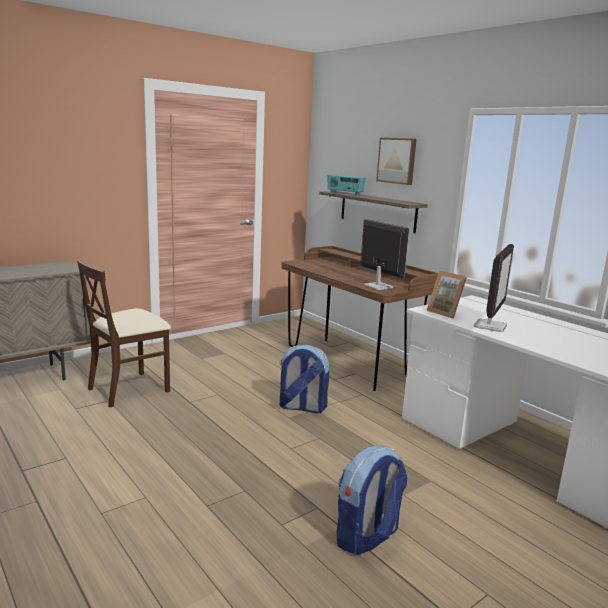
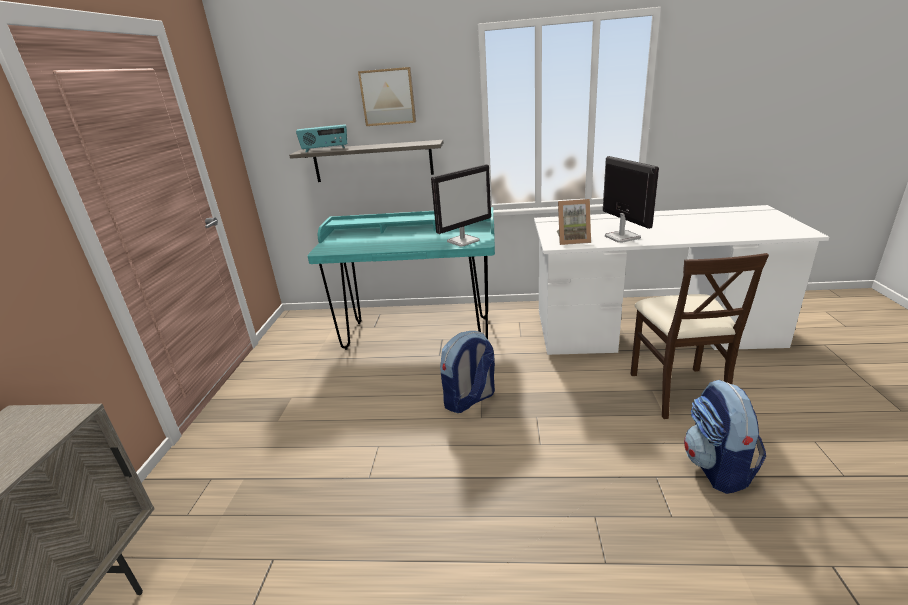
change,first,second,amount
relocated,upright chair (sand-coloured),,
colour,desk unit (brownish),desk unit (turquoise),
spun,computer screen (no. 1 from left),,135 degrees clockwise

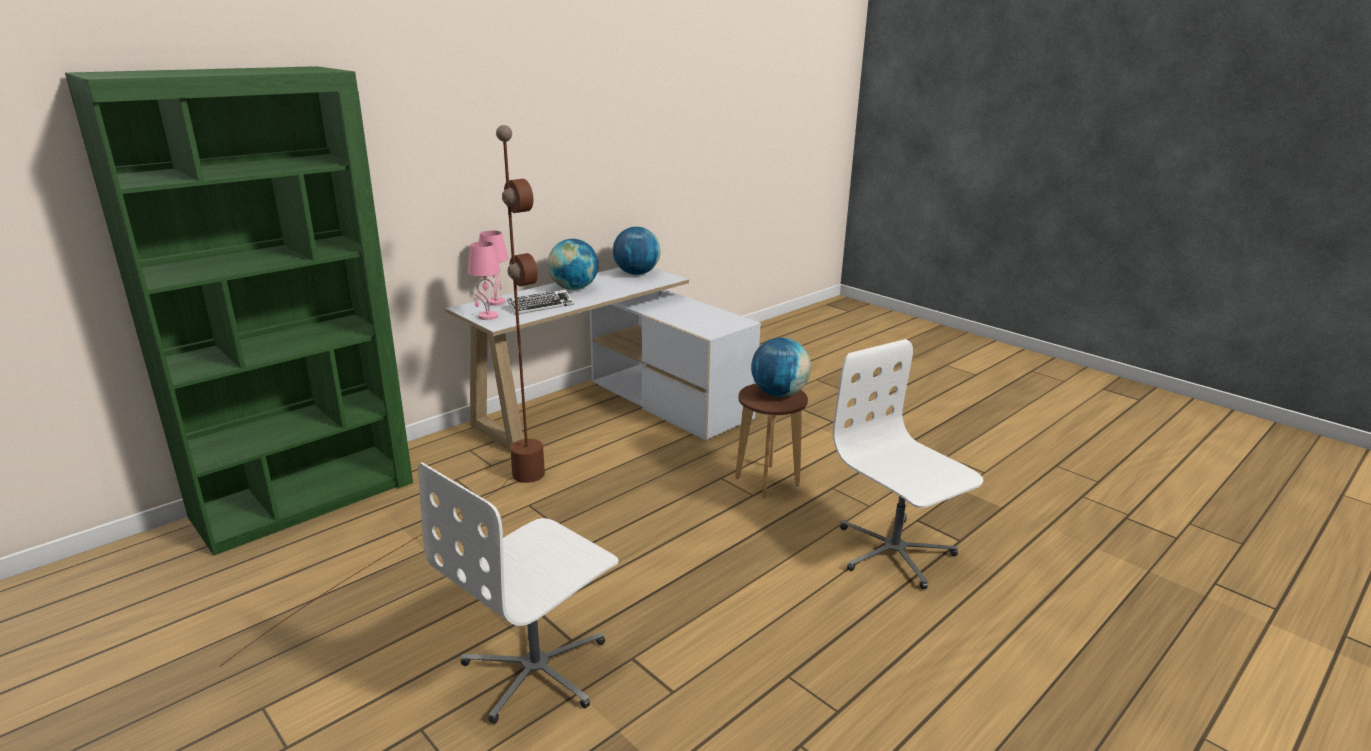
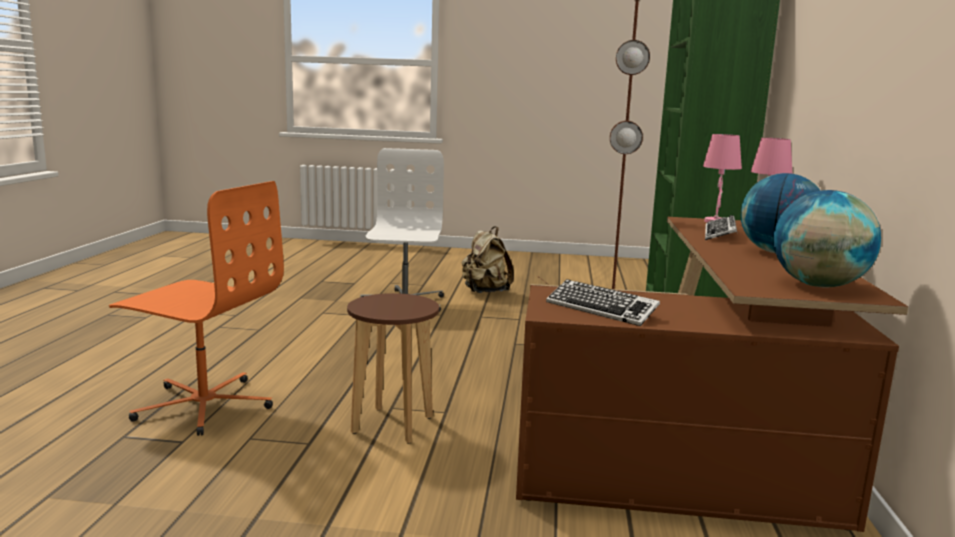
change,first,second,amount
colour,desk unit (whitish),desk unit (brownish),
missing,desk globe (no. 3 from left),,
colour,computer chair (whitish) (no. 2 from left),computer chair (orange),
appeared,,backpack (sand-coloured),
appeared,,computer keyboard (no. 1 from left),

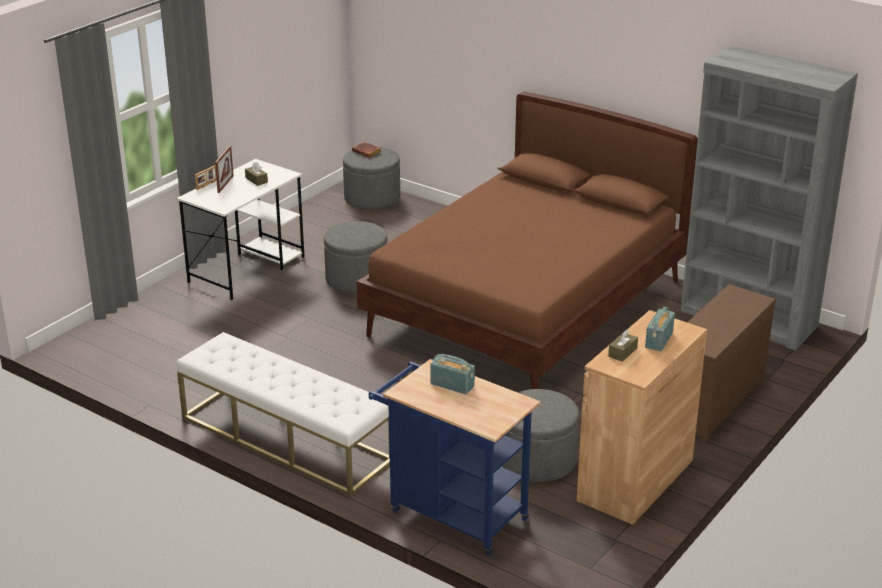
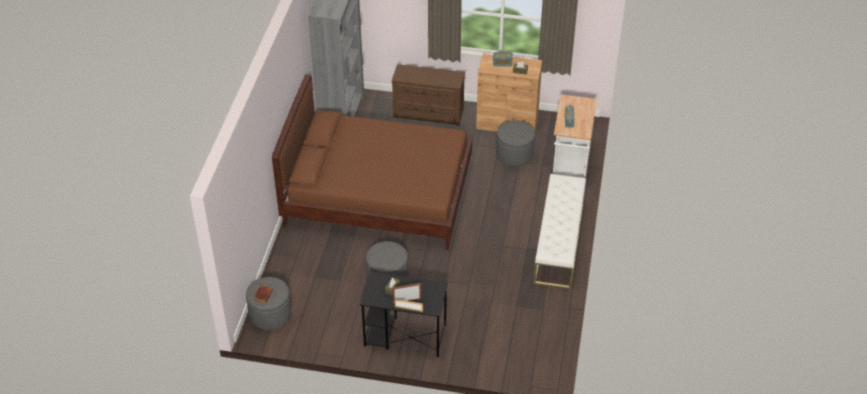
change,first,second,amount
colour,desk unit (whitish),desk unit (black-coloured),
colour,trolley (bluish),trolley (whitish),

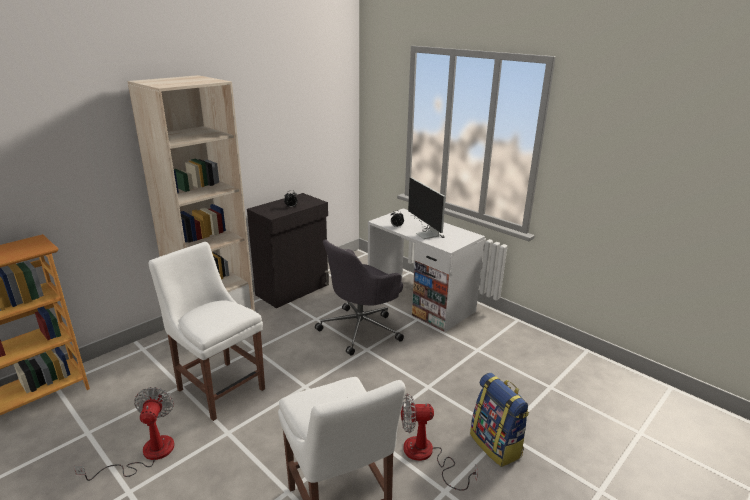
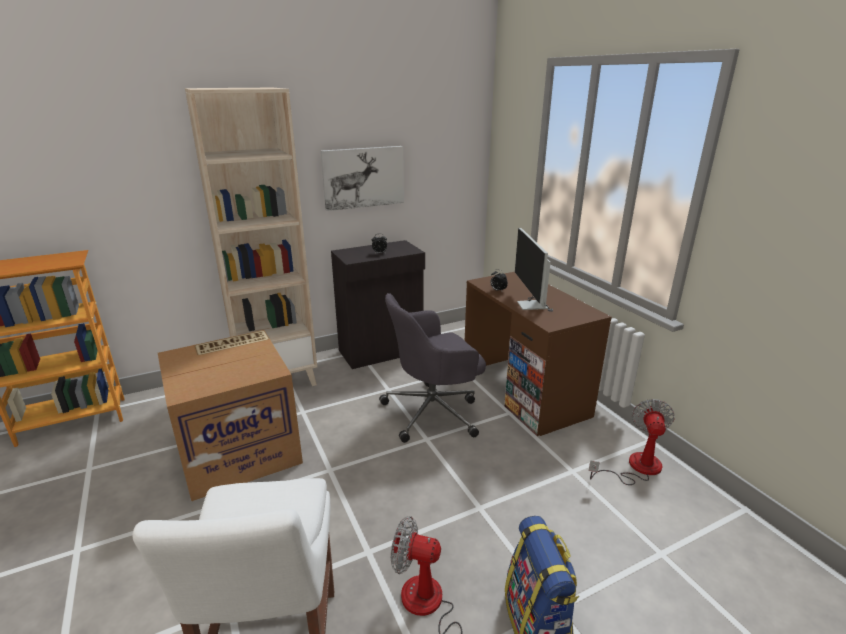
change,first,second,amount
relocated,electric fan (no. 1 from left in the first image),electric fan (no. 2 from left),
exchanged,upright chair (whitish) (no. 1 from left),packing box,
colour,desk unit (whitish),desk unit (brownish),
appeared,,wall art,

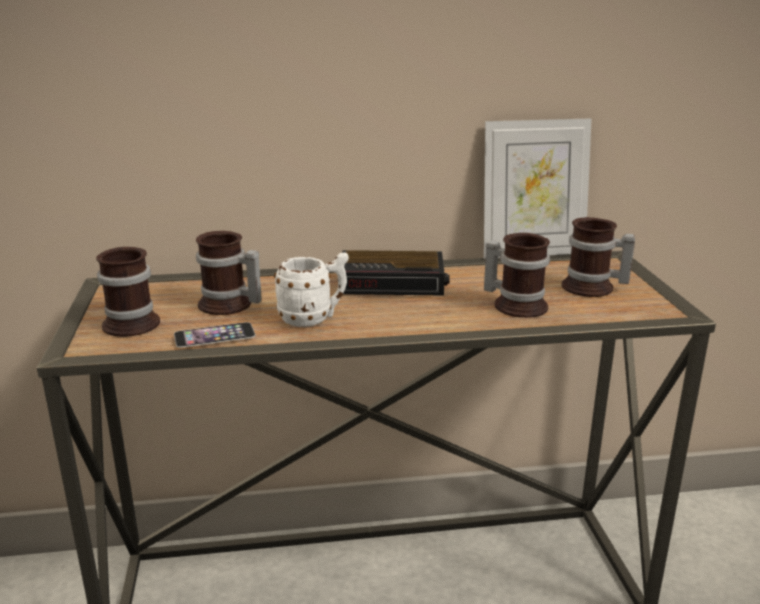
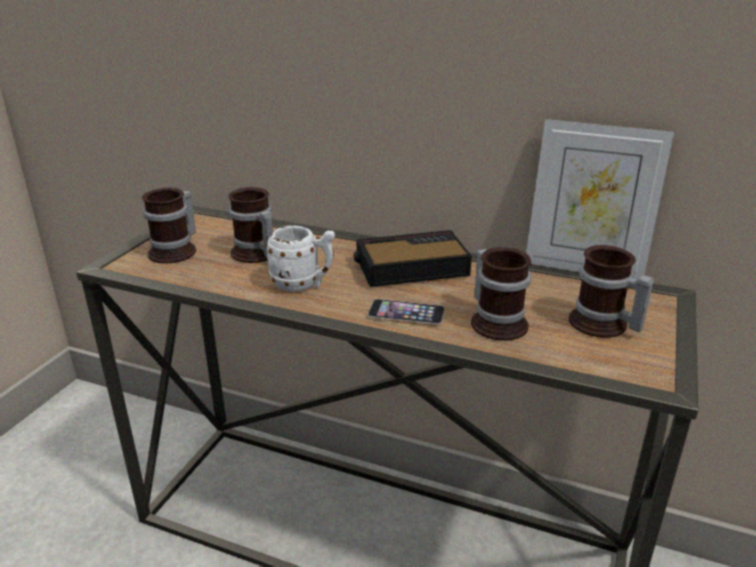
change,first,second,amount
relocated,handset,,
spun,bedside clock,,135 degrees clockwise

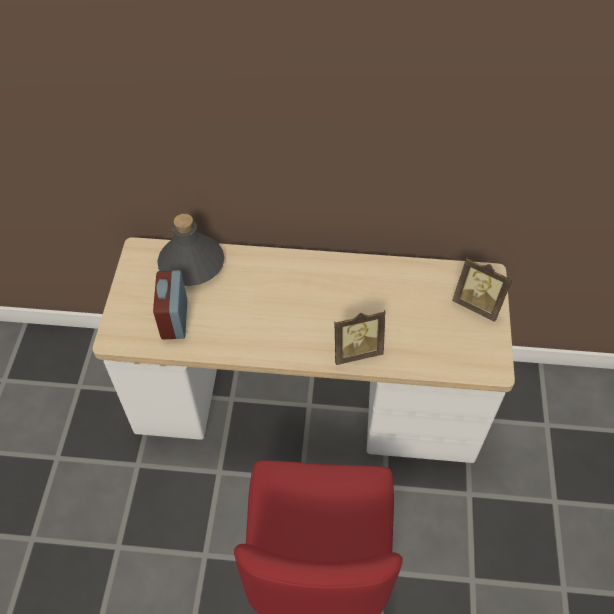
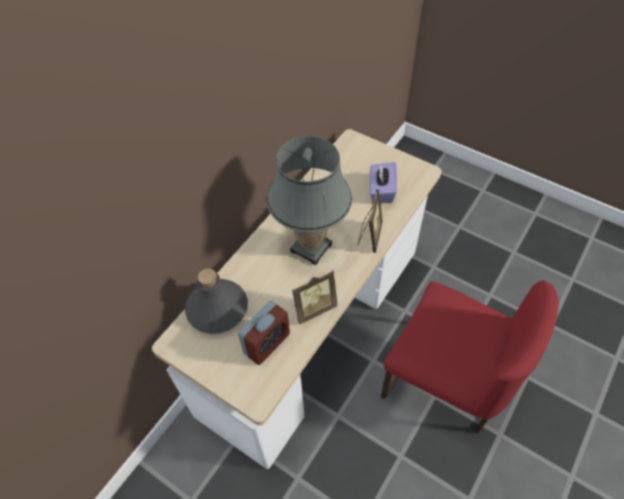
change,first,second,amount
spun,bedside clock,,75 degrees counterclockwise
relocated,standing frame (no. 2 from left in the first image),standing frame (no. 1 from left),
appeared,,tabletop lamp (grey),
appeared,,box of tissues (purple),

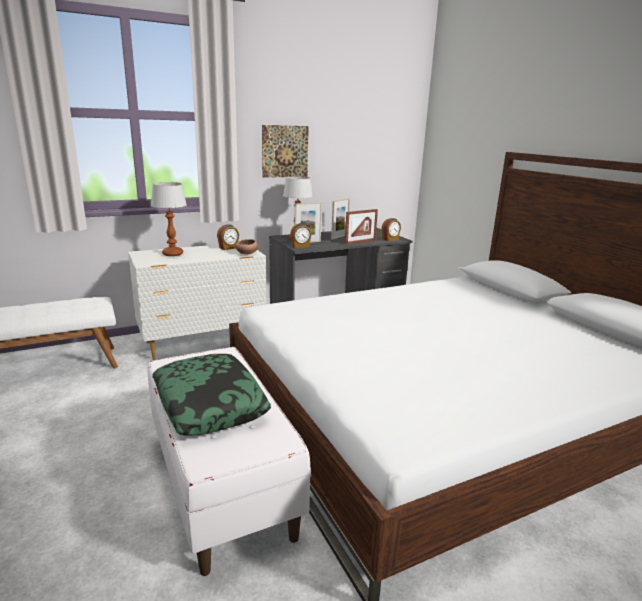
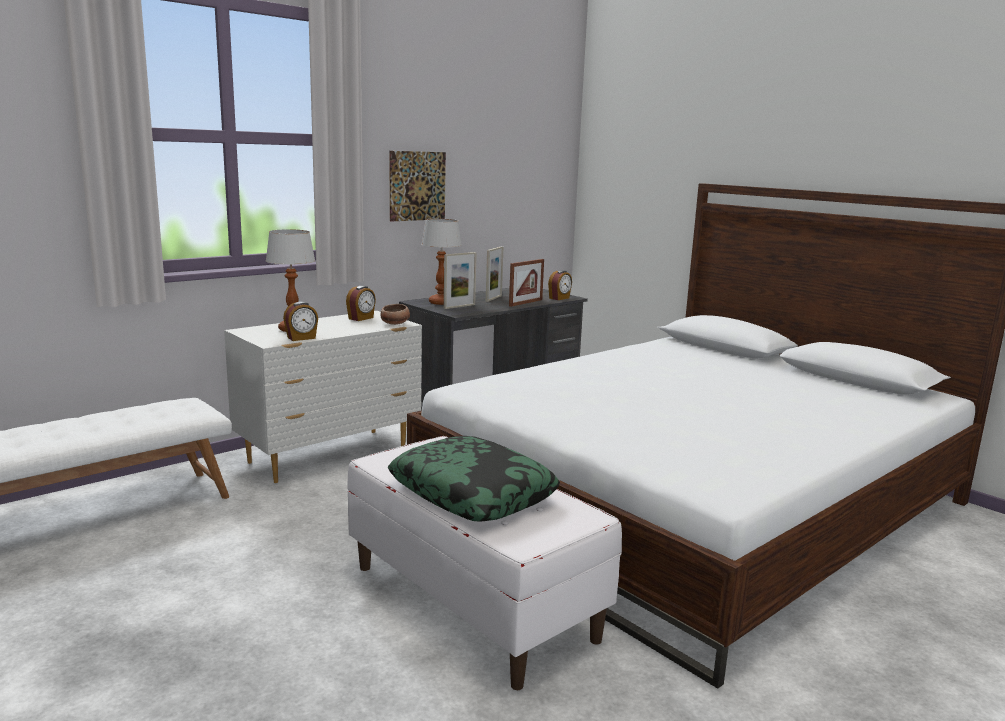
change,first,second,amount
relocated,bedside clock (no. 2 from left in the first image),bedside clock (no. 1 from left),

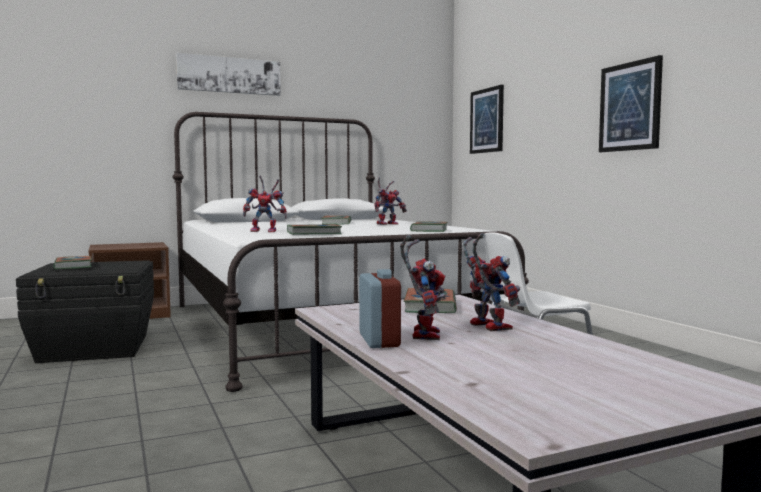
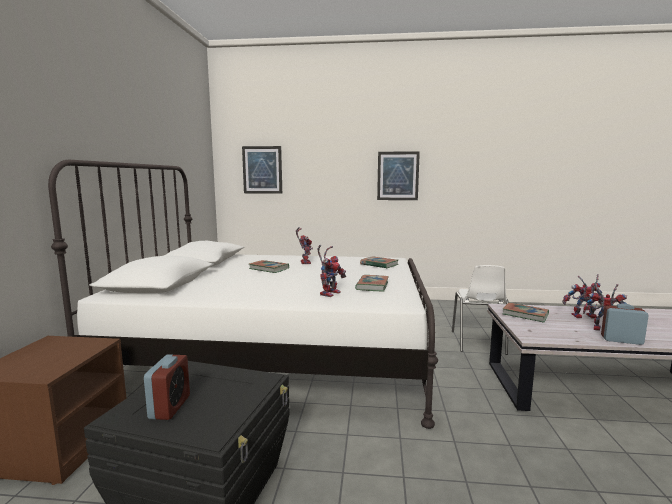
change,first,second,amount
exchanged,bound book (no. 1 from left),bedside clock (no. 1 from left),
missing,wall art (no. 1 from left),,

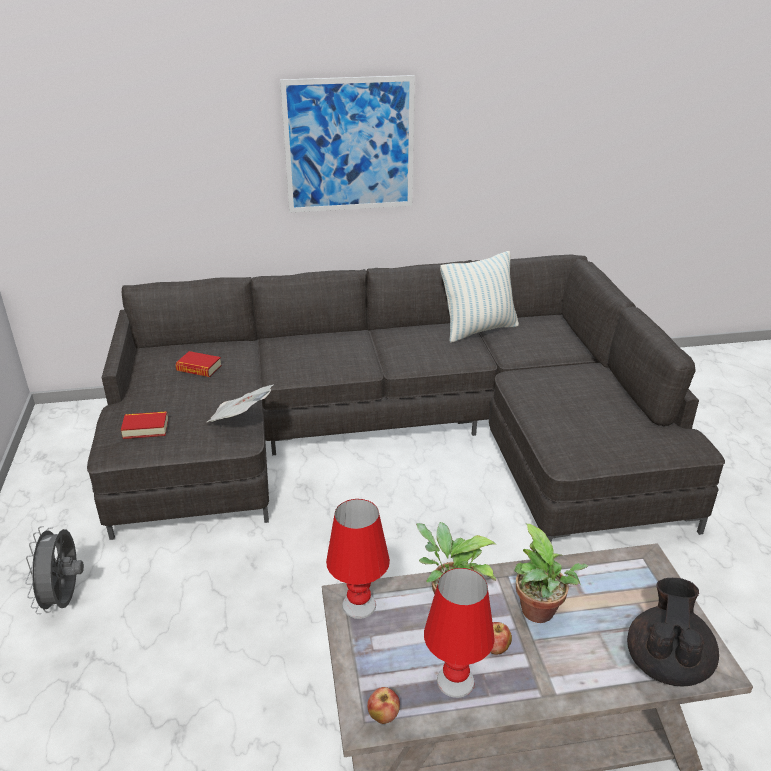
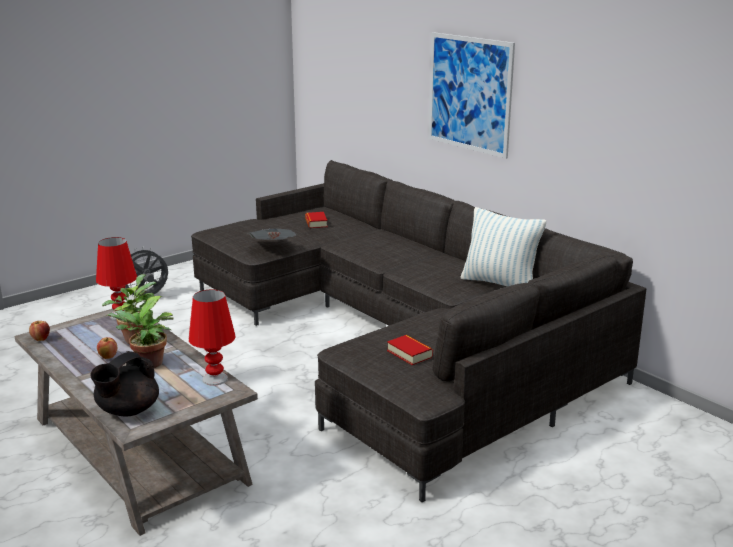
change,first,second,amount
relocated,bound book (no. 1 from left in the first image),bound book (no. 2 from left),
relocated,tabletop lamp (red-coloured) (no. 2 from left),,
spun,tea pot (black-coloured),,135 degrees clockwise

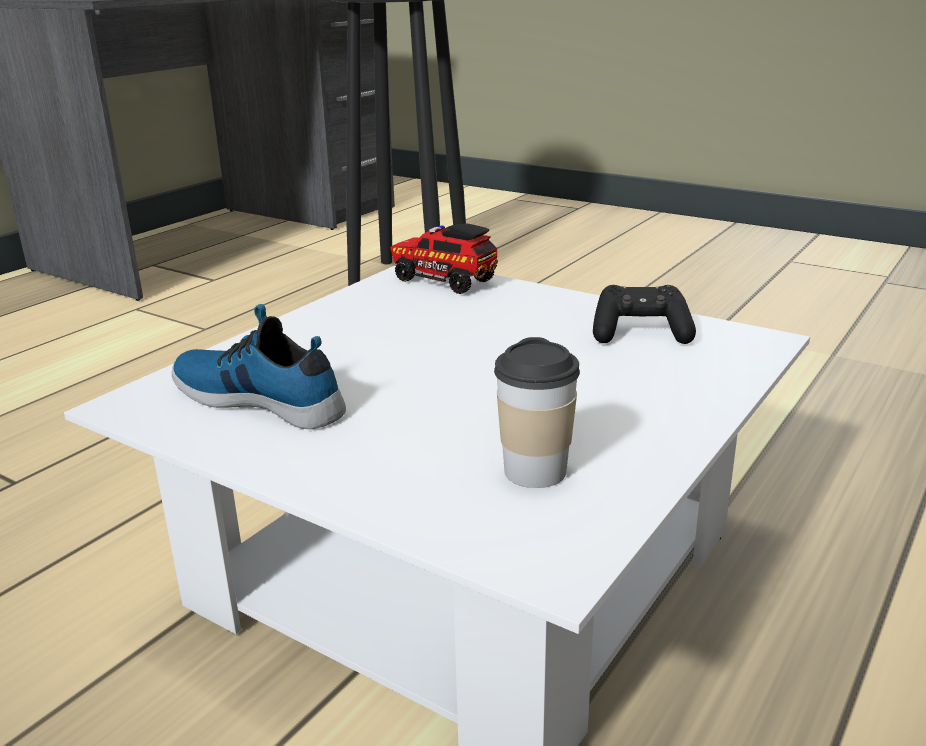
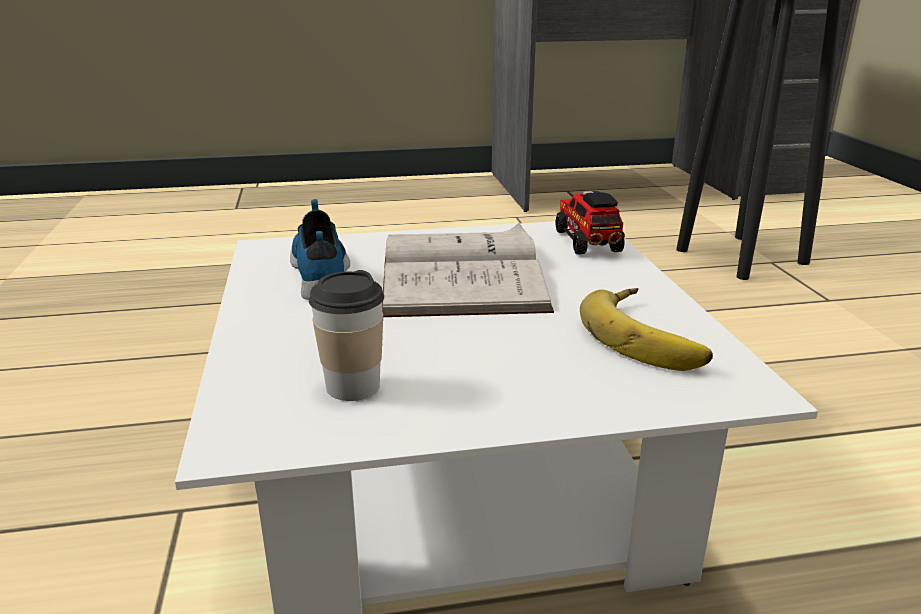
change,first,second,amount
exchanged,gamepad (black-coloured),banana,
appeared,,bound book (whitish),

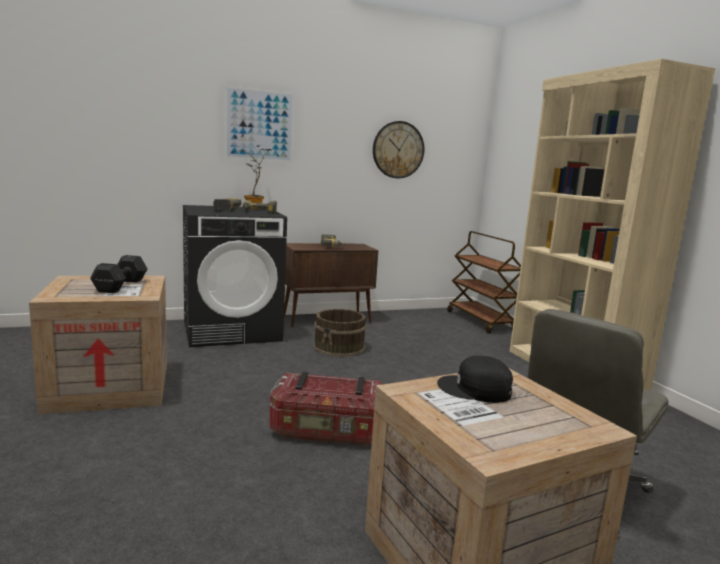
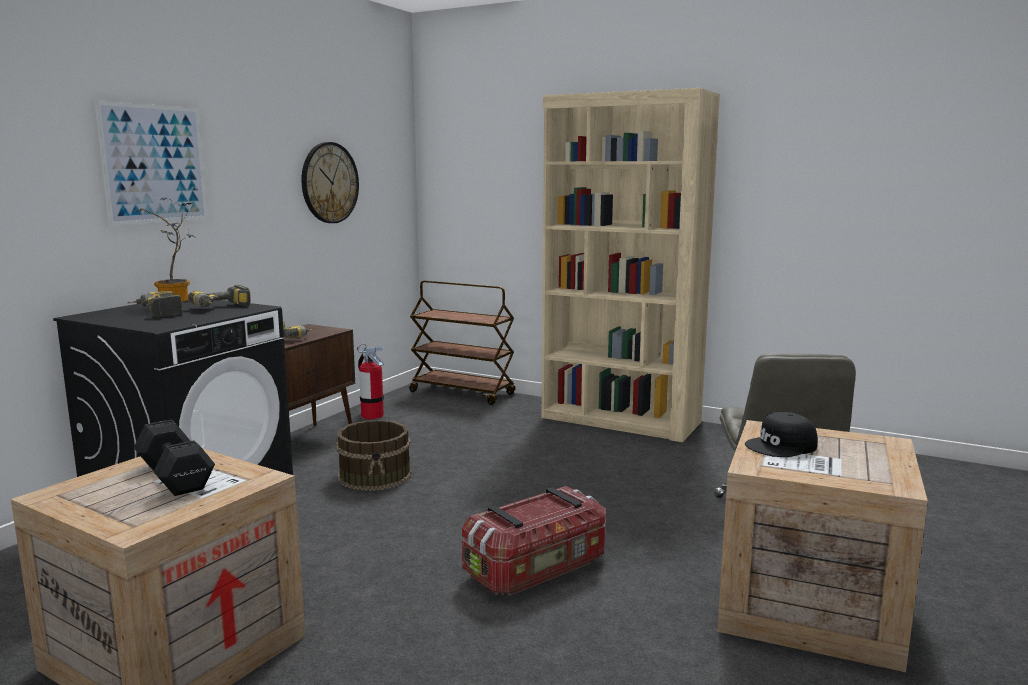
change,first,second,amount
appeared,,fire extinguisher,

